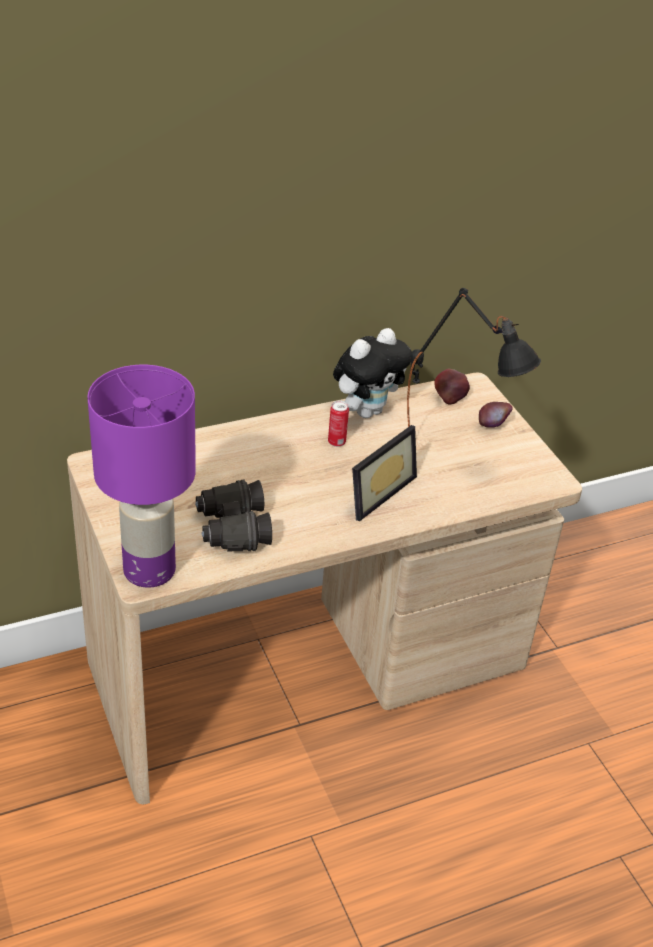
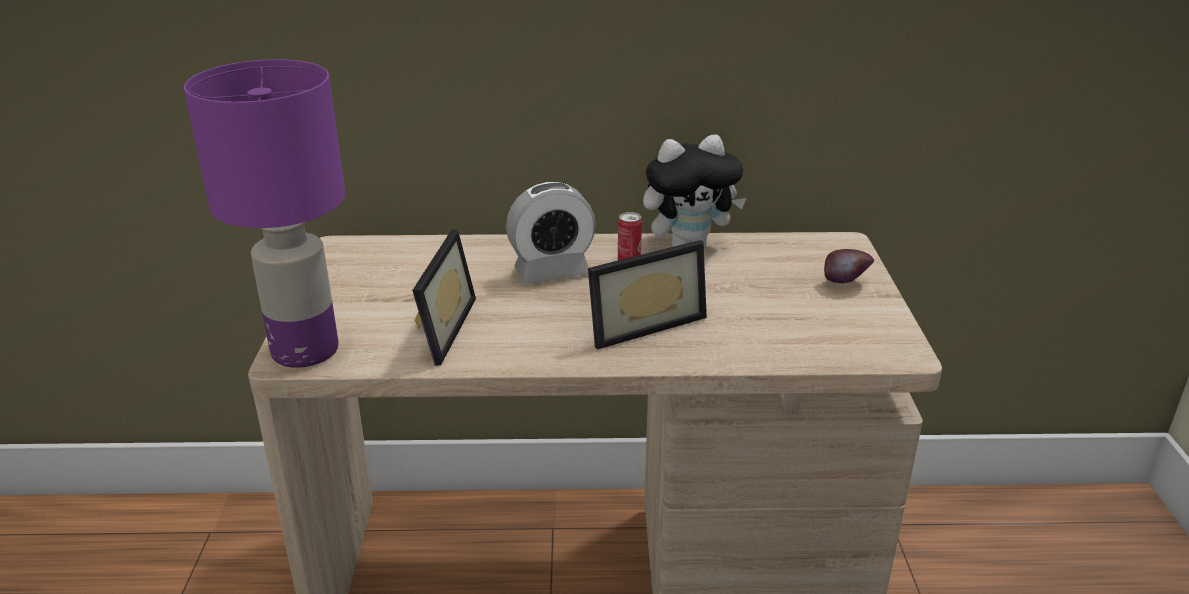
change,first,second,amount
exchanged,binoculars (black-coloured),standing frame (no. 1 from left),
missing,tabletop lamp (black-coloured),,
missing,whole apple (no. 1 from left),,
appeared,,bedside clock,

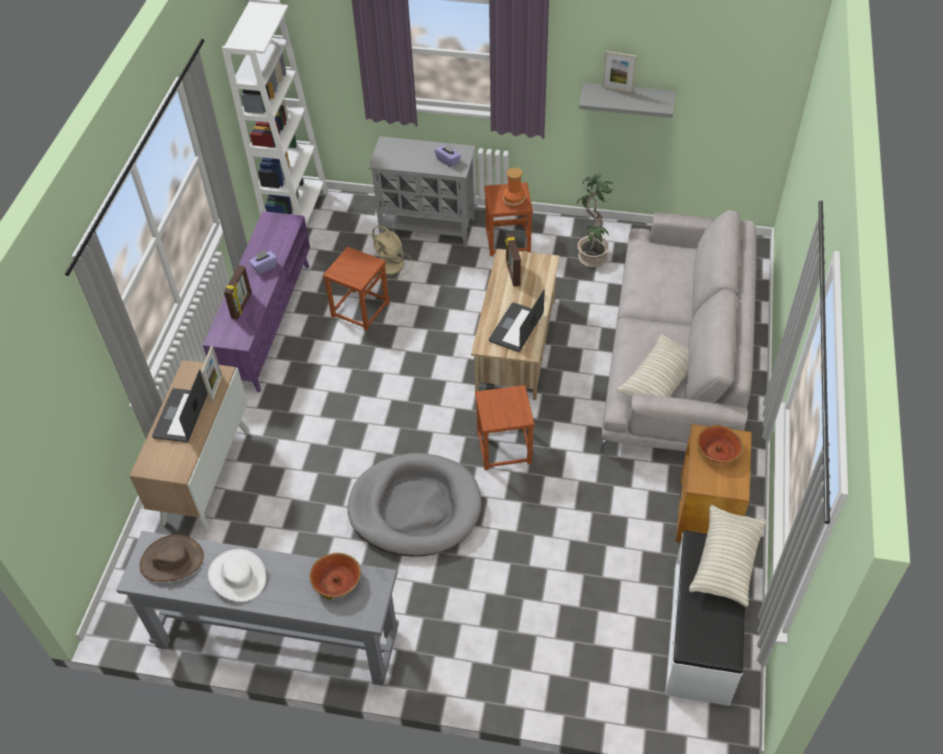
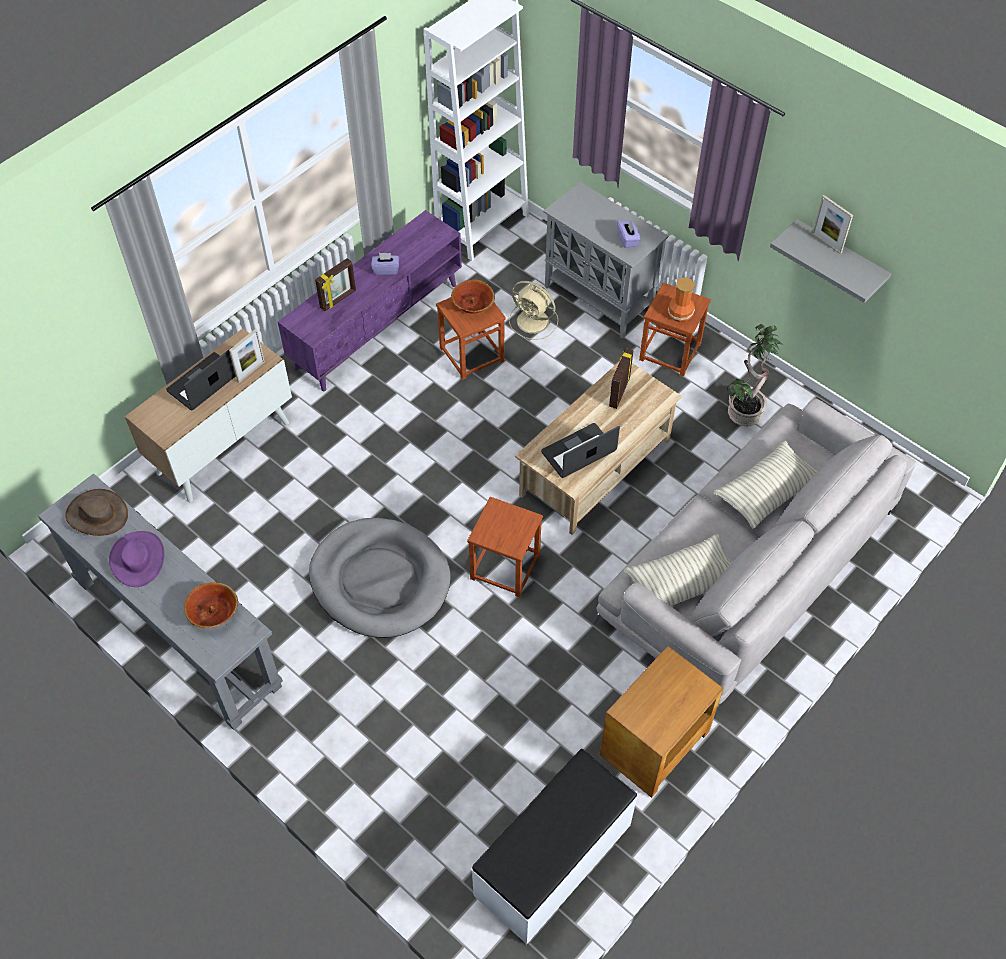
change,first,second,amount
colour,wearable hat (whitish),wearable hat (purple),
spun,electric fan (sand-coloured),,45 degrees counterclockwise
relocated,cushion (no. 2 from left),,
relocated,serving bowl (no. 2 from left),,

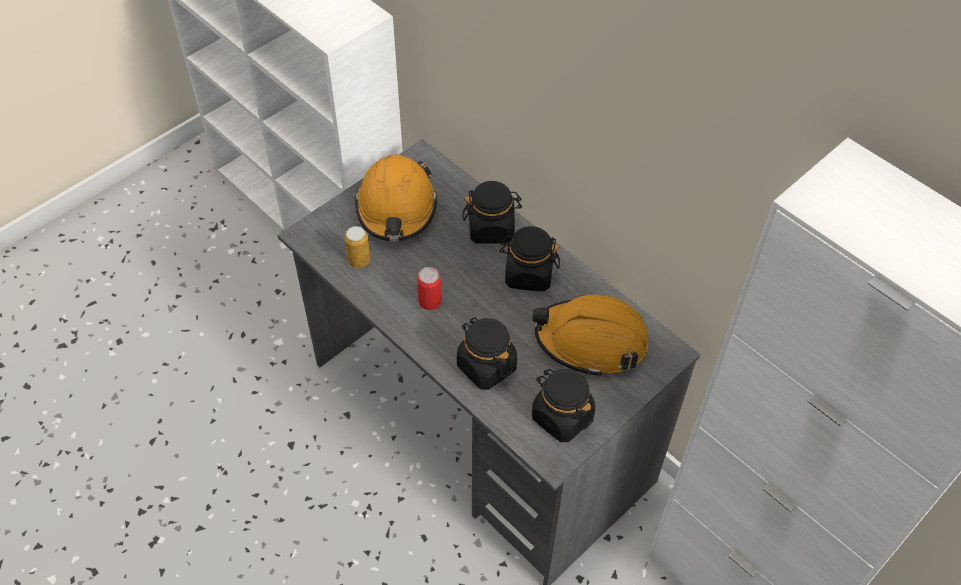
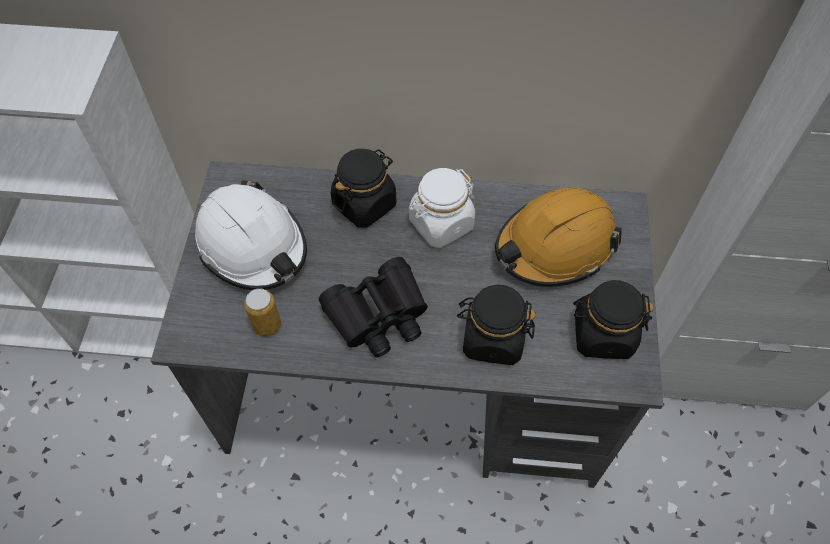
change,first,second,amount
colour,safety helmet (orange) (no. 1 from left),safety helmet (whitish),
exchanged,metal can (no. 2 from left),binoculars (black-coloured),
colour,storage jar (black-coloured) (no. 3 from left),storage jar (whitish),

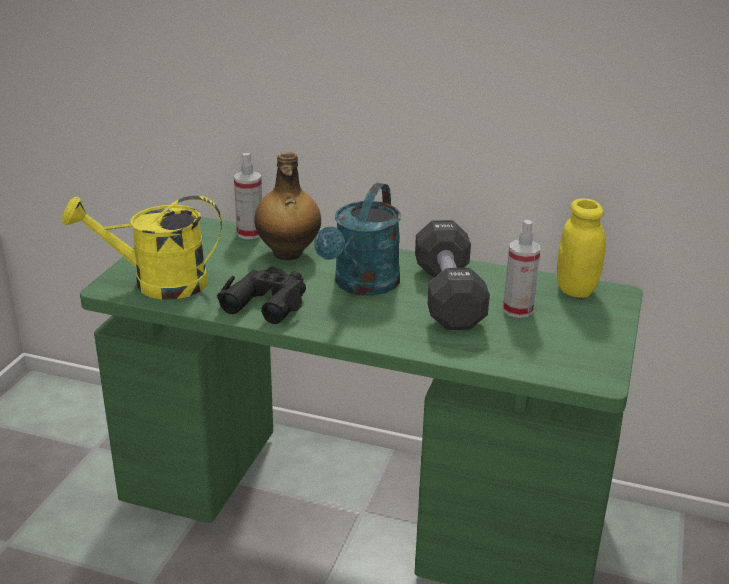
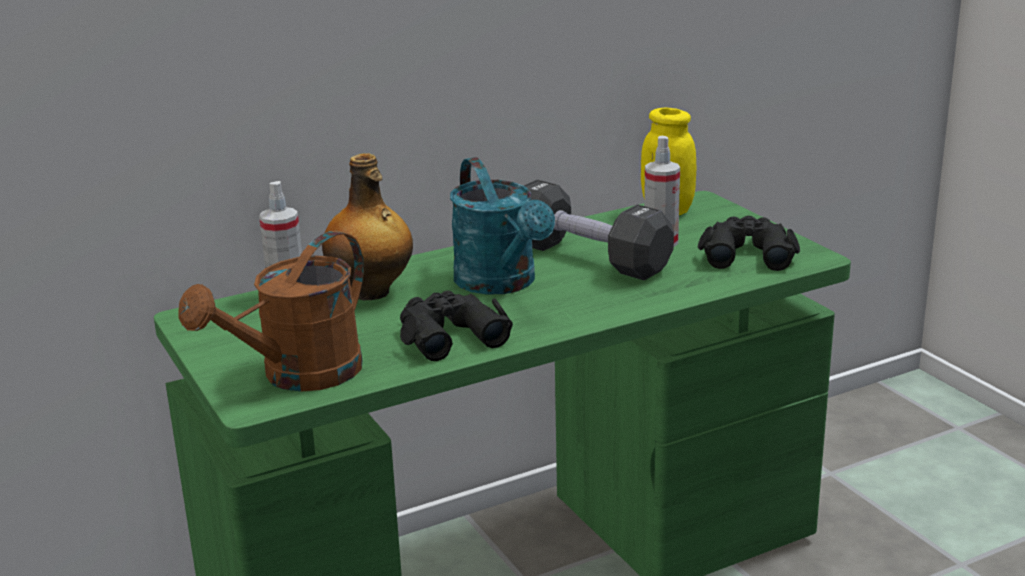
change,first,second,amount
colour,sprinkling can (yellow-coloured),sprinkling can (brownish),
appeared,,binoculars (black-coloured) (no. 2 from left),

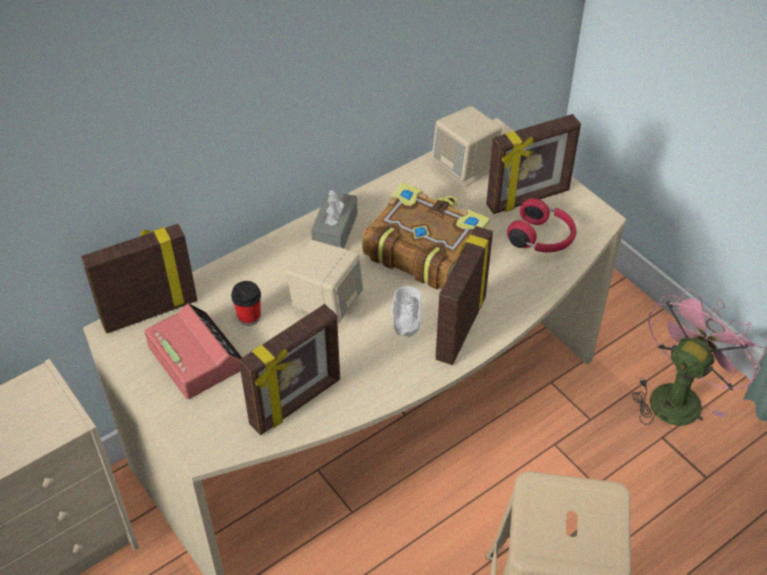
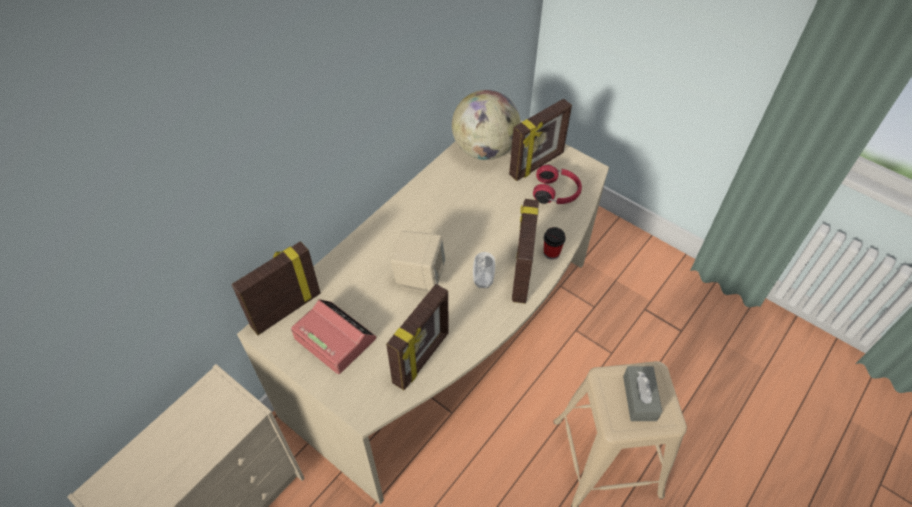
change,first,second,amount
relocated,drinking cup (no. 1 from left in the first image),drinking cup (no. 2 from left),
relocated,box of tissues (grey),,
missing,bound book,,
exchanged,speaker (sand-coloured) (no. 2 from left),desk globe,
missing,electric fan (pink-coloured),,

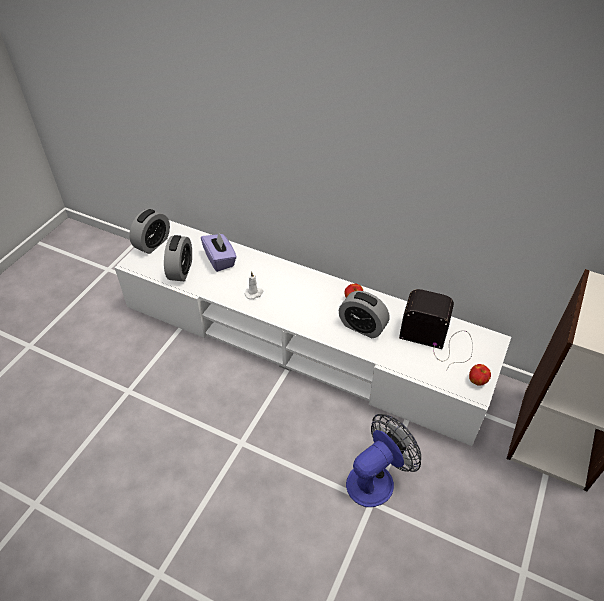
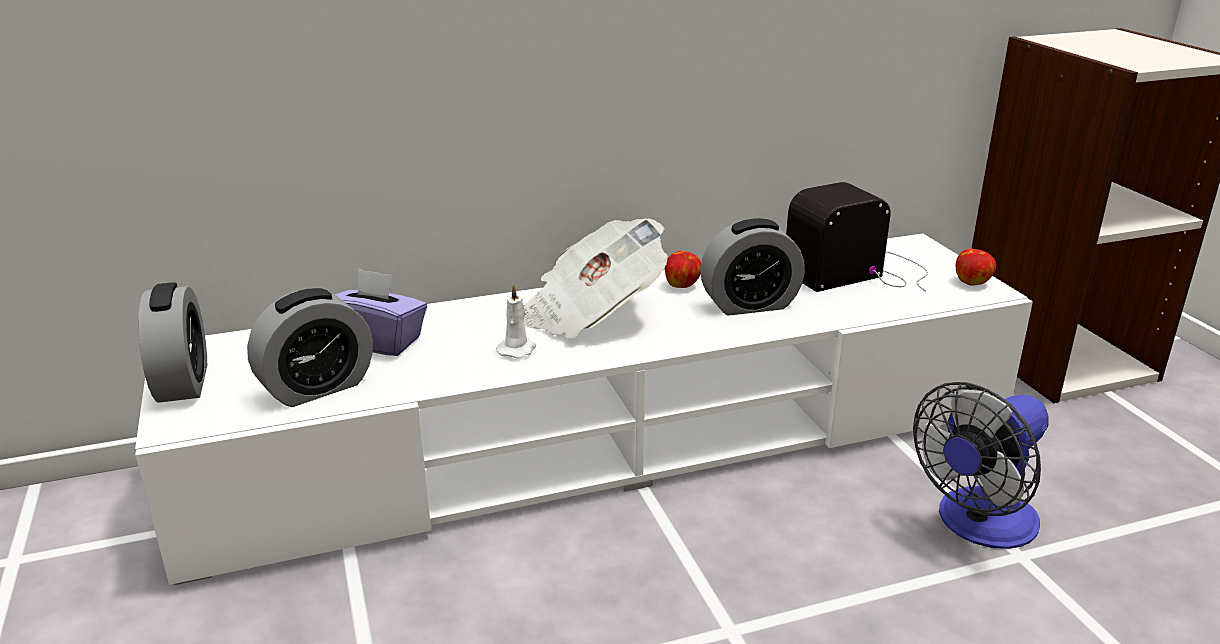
change,first,second,amount
spun,bedside clock (no. 2 from left),,90 degrees clockwise
spun,electric fan,,135 degrees counterclockwise
appeared,,daily paper,

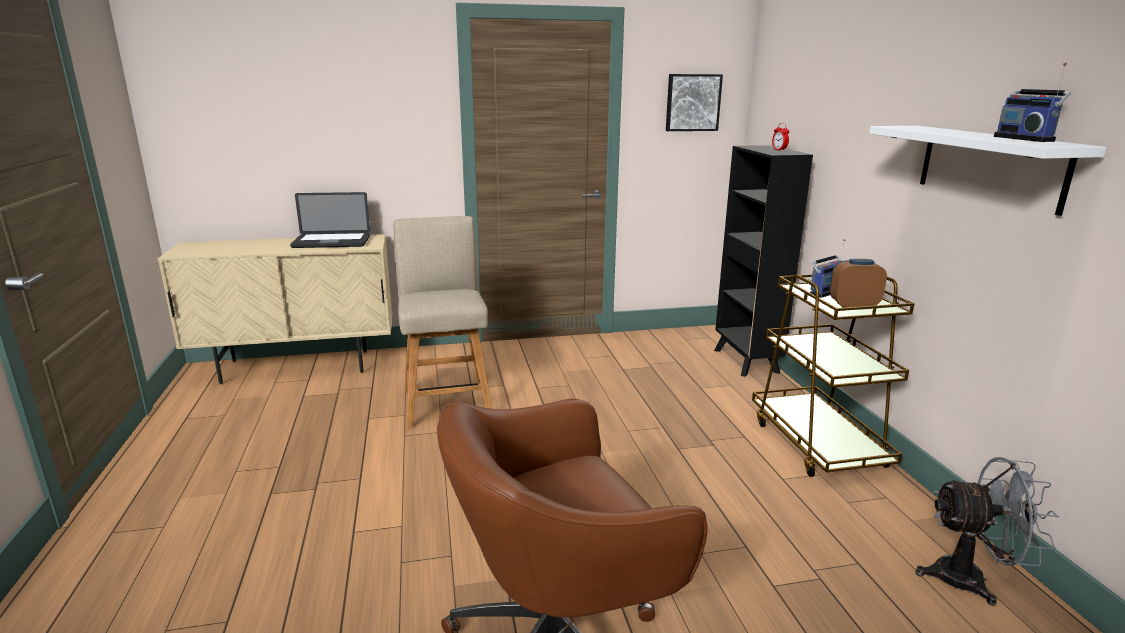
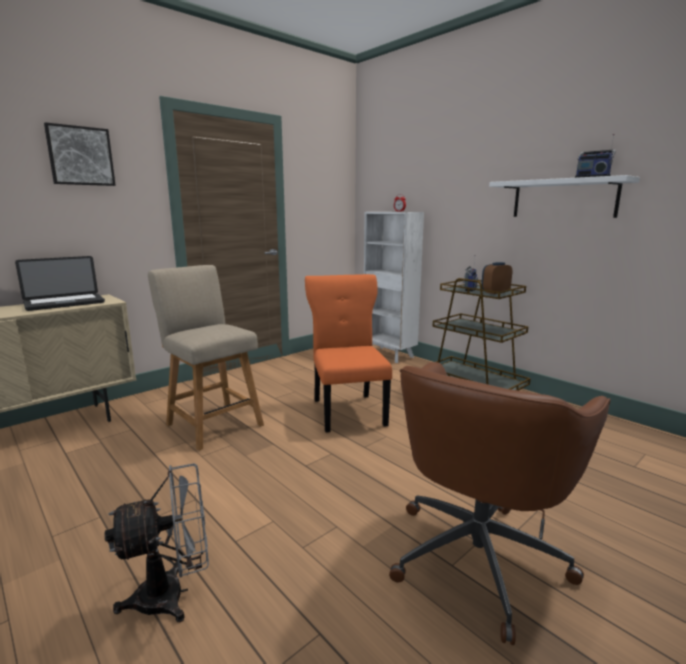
change,first,second,amount
relocated,wall art,,
colour,bookshelf (black-coloured),bookshelf (whitish),
relocated,electric fan (grey),,
appeared,,upright chair (orange),

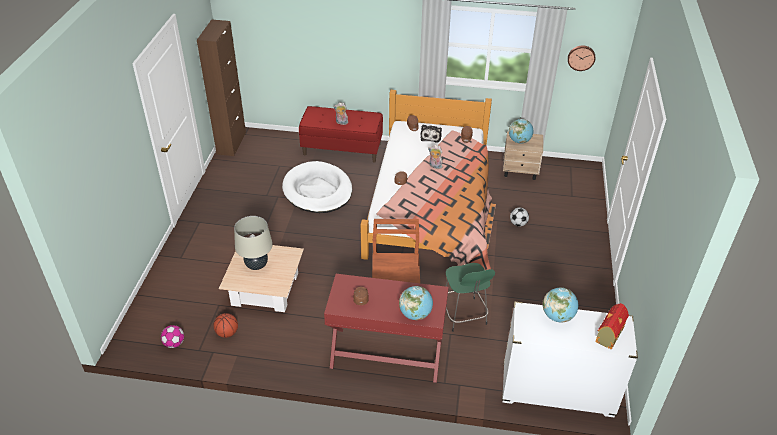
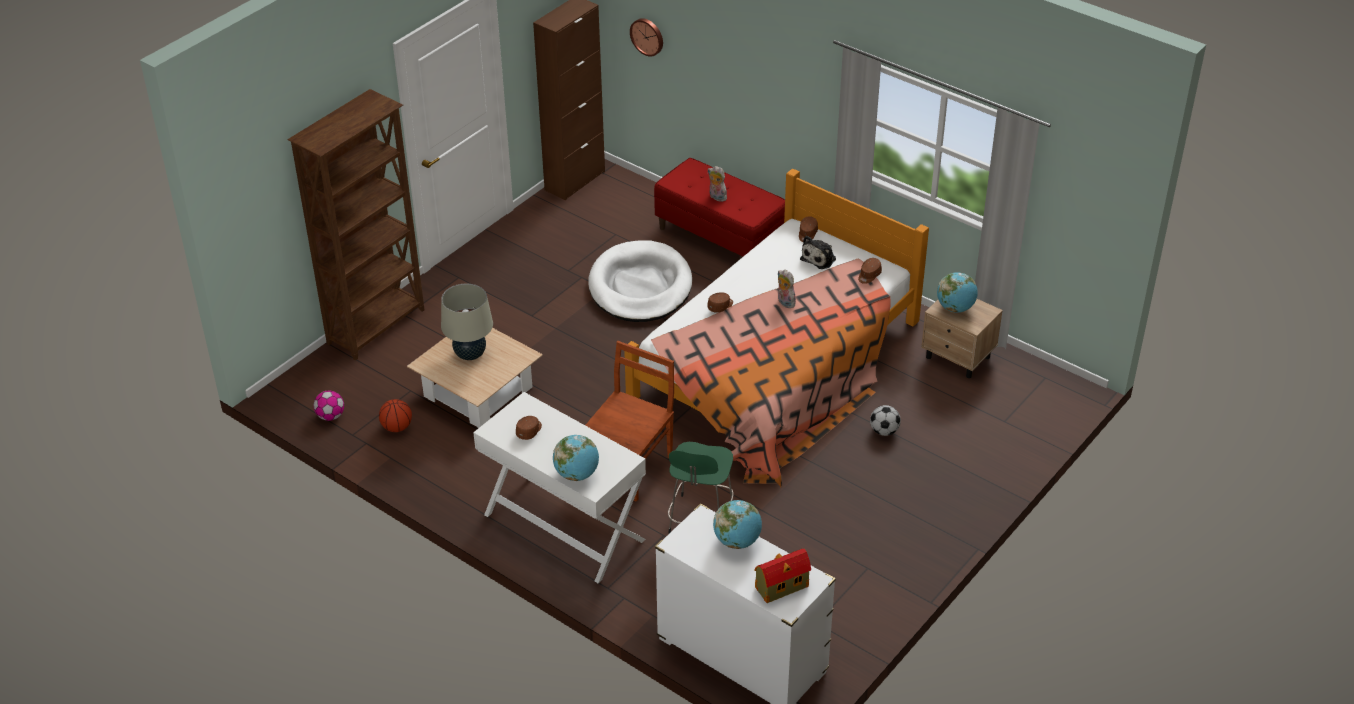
change,first,second,amount
colour,desk unit (red-coloured),desk unit (whitish),
relocated,hanging clock,,
appeared,,bookshelf (brownish),

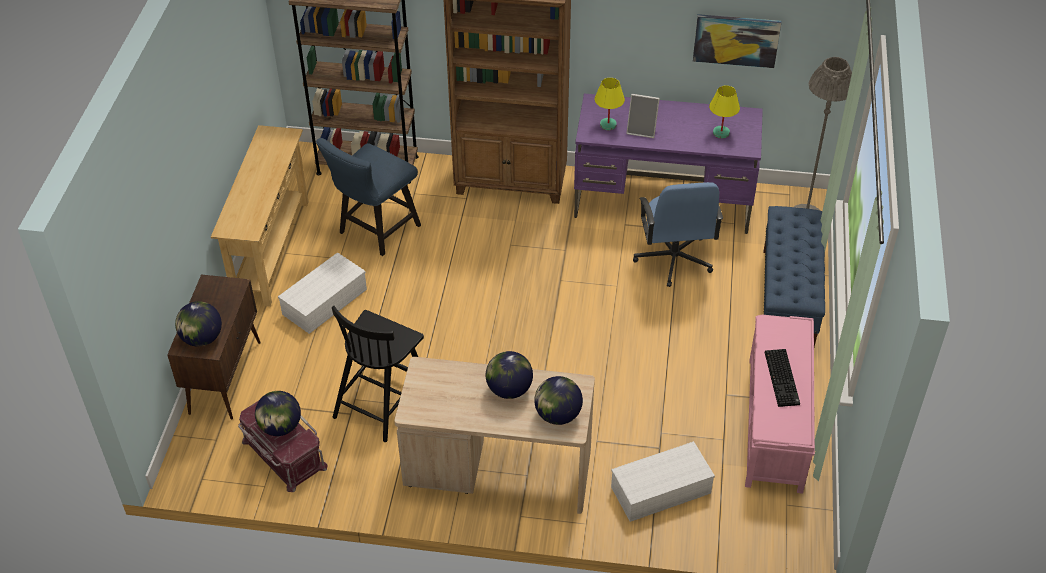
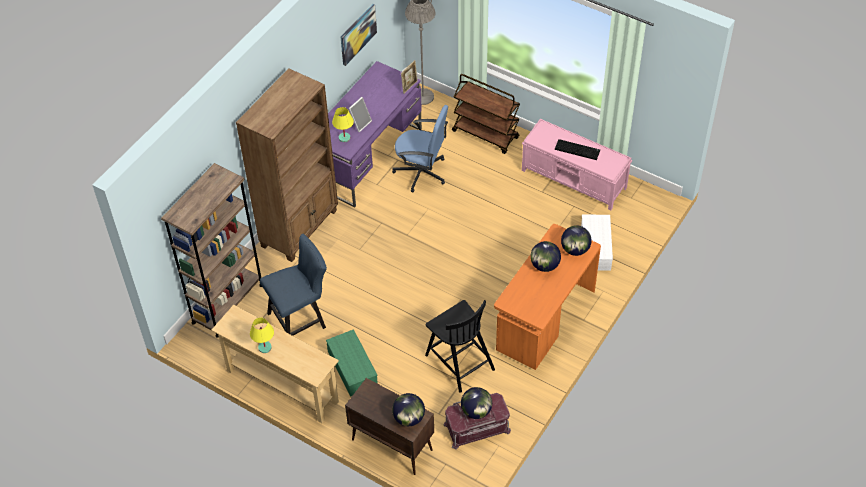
change,first,second,amount
colour,storage box (whitish) (no. 1 from left),storage box (green-coloured),
spun,upright chair (bluish),,90 degrees counterclockwise
colour,desk unit (sand-coloured),desk unit (orange),
relocated,tabletop lamp (yellow-coloured) (no. 2 from left in the first image),tabletop lamp (yellow-coloured) (no. 1 from left),
exchanged,indoor bench (bluish),trolley (brownish),
appeared,,standing frame (no. 2 from left),

